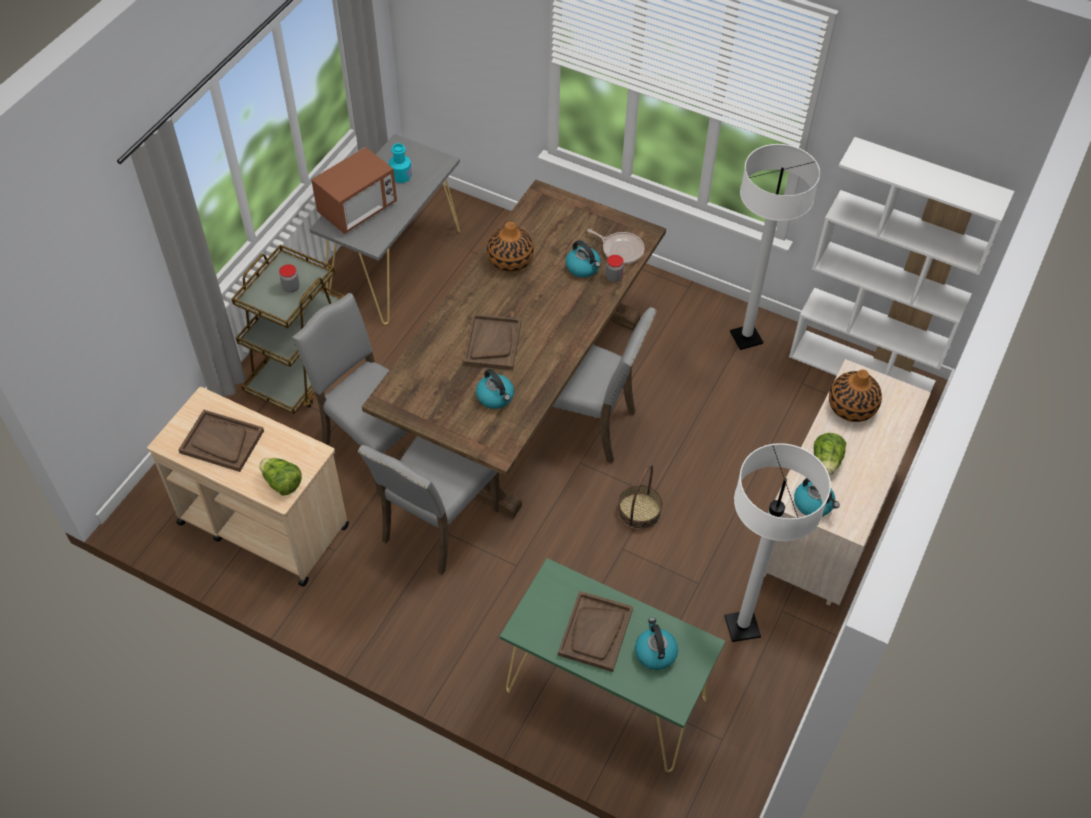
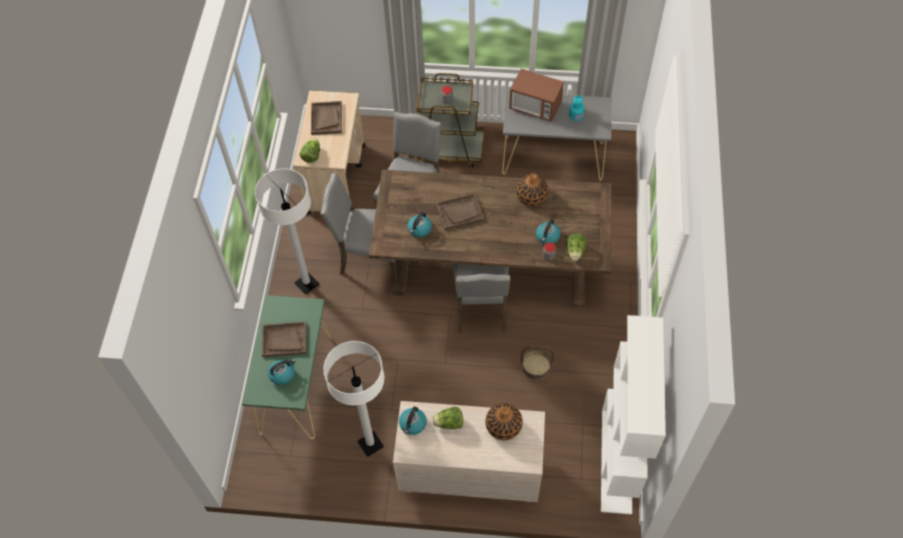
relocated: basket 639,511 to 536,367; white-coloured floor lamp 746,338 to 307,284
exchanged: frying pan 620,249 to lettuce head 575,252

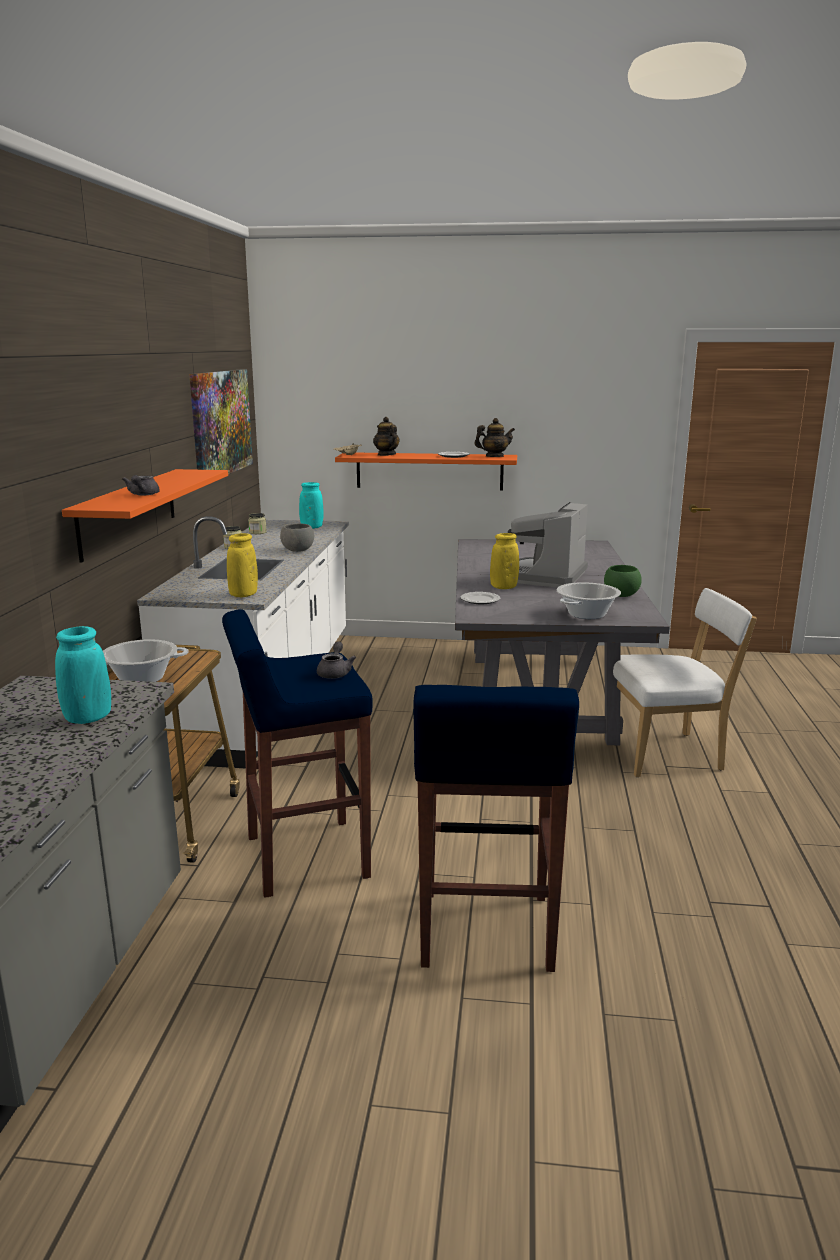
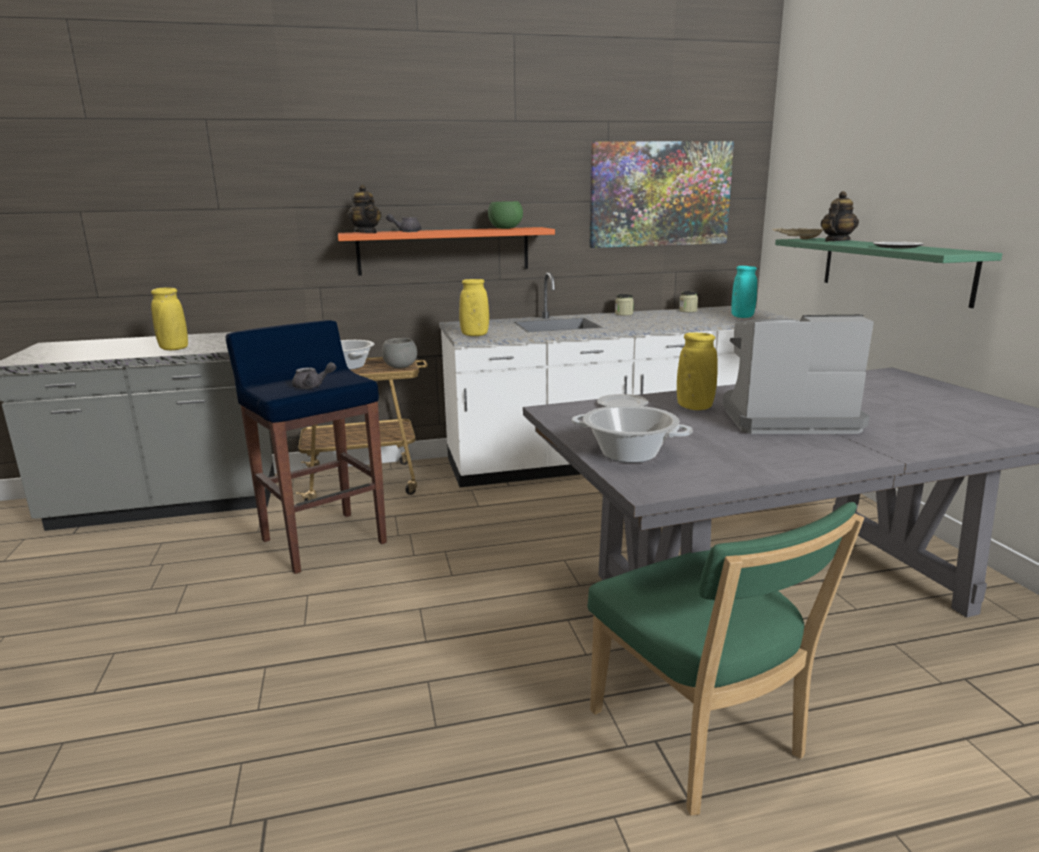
missing: bluish sitting stool 485,932
relocated: gray deep dish 298,550 to 400,367; tea pot 494,457 to 366,233; green-coloured deep dish 621,595 to 505,228
colour: turquoise vase 88,718 to yellow-coloured vase 174,349; orange-coloured shelf 429,471 to green-coloured shelf 893,269; white-coloured upright chair 668,754 to green-coloured upright chair 701,740

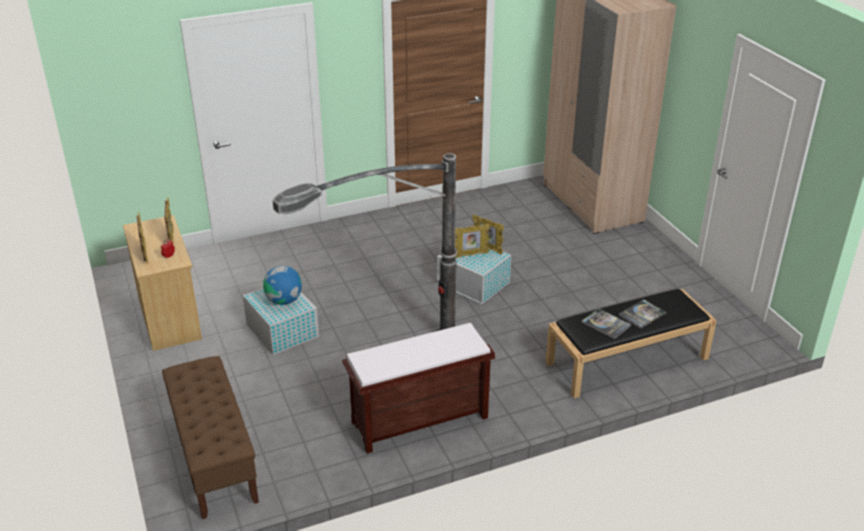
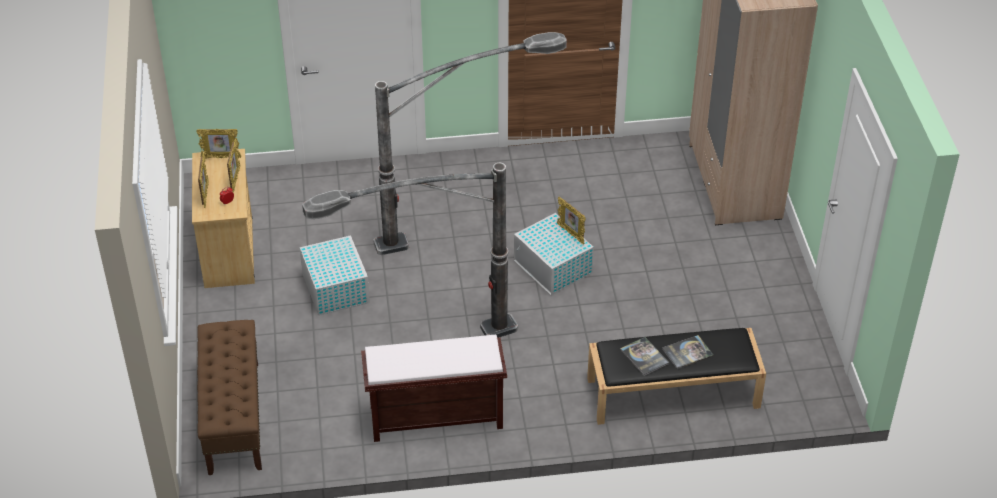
missing: globe 284,300
appeared: floor lamp 468,229
relocated: picture frame 471,255 to 221,157

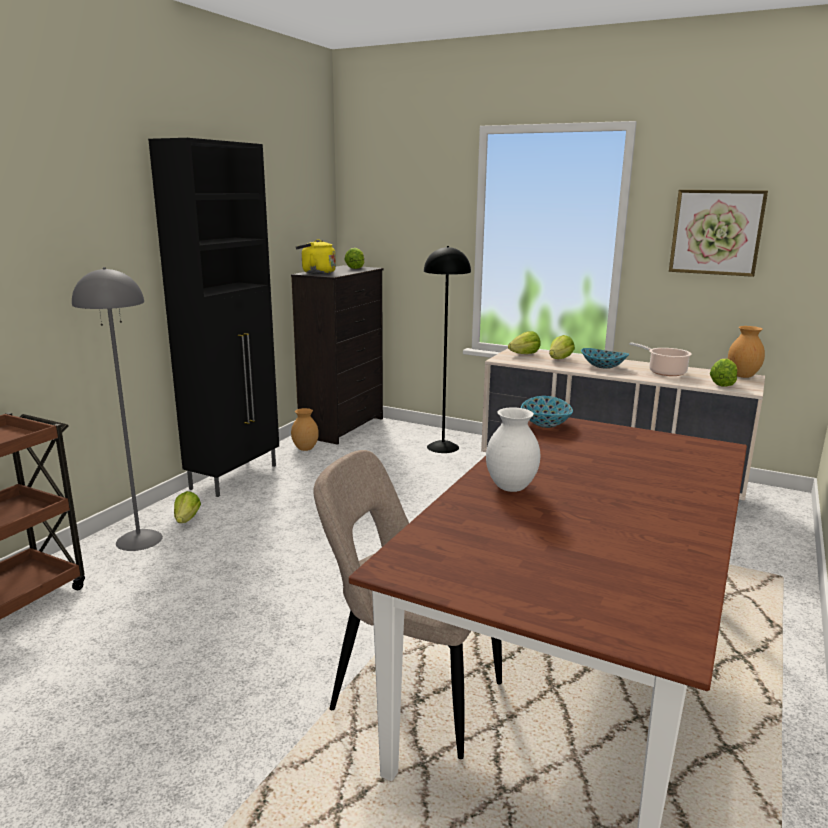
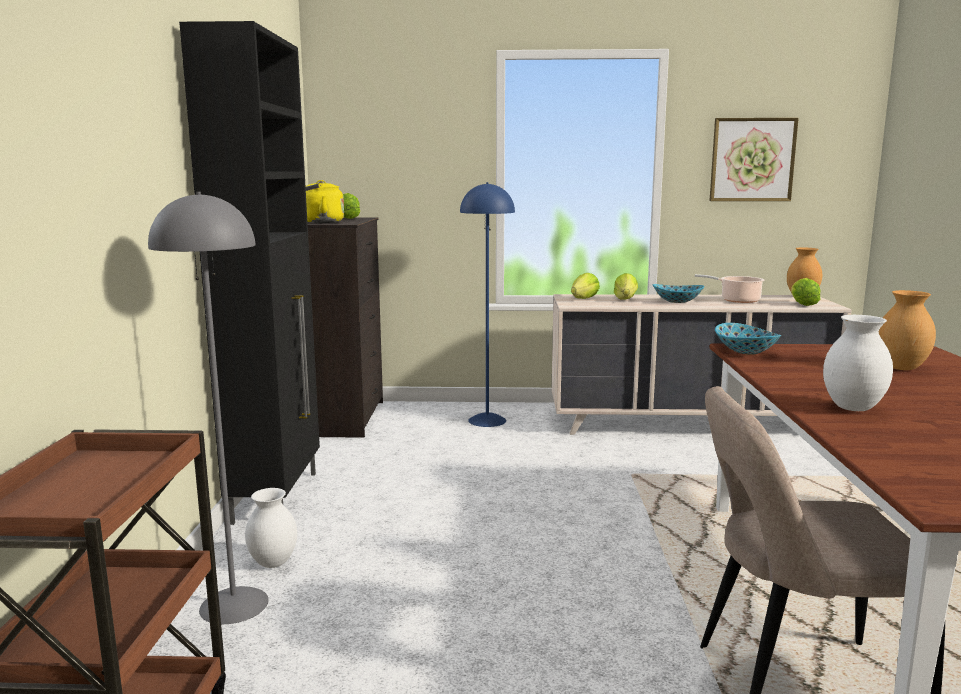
relocated: brownish vase 305,449 to 902,368
exchanged: lettuce head 187,520 to white-coloured vase 274,562
colour: black floor lamp 442,447 to bluish floor lamp 486,420

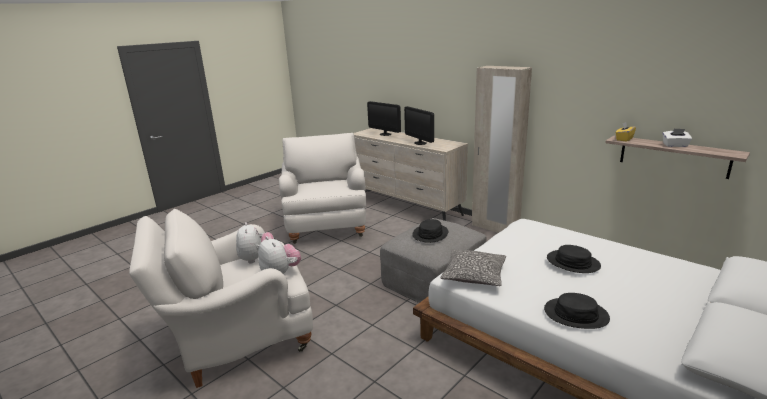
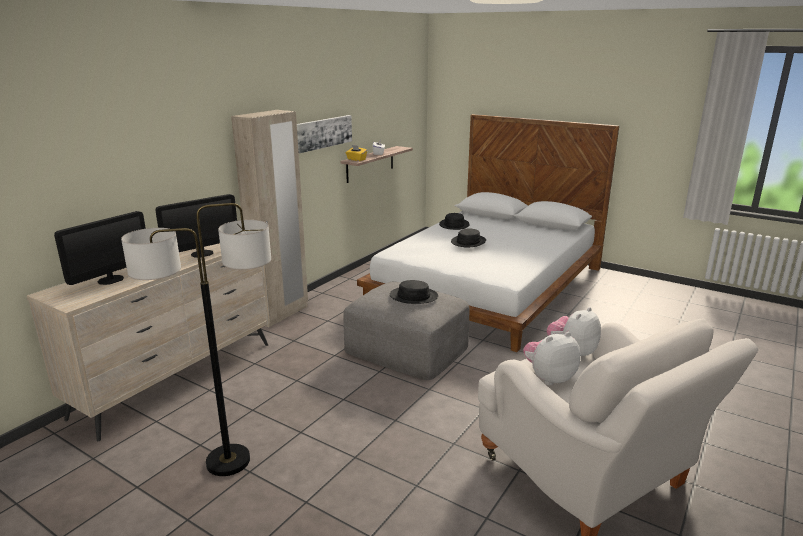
missing: cushion 474,275
appeared: wall picture 323,133
relocated: black hat 576,314 to 454,225
exchanged: white-coloured easy chair 326,225 to floor lamp 228,461

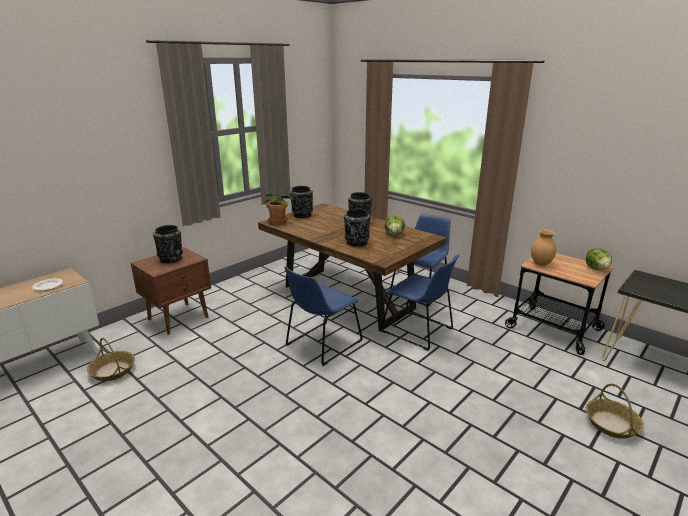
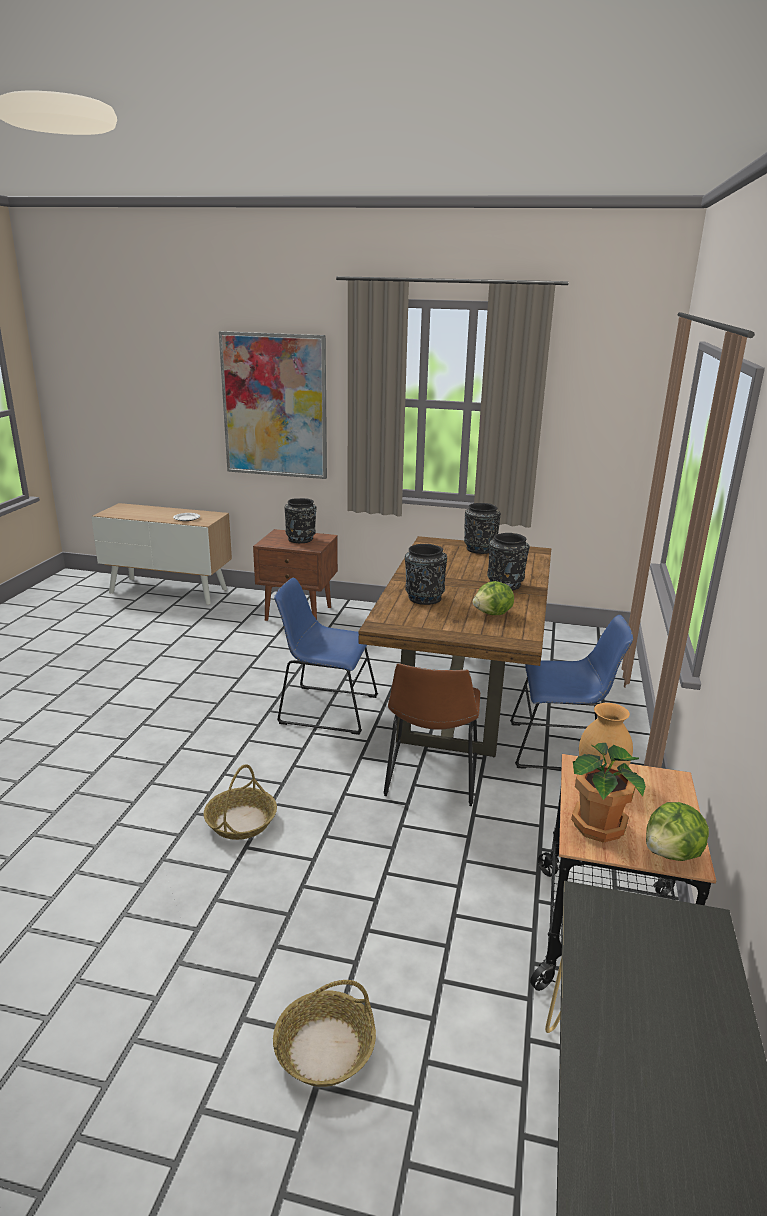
appeared: wall picture 274,406
relocated: basket 113,371 to 241,822; plant in a pot 278,222 to 600,826
colour: bluish upright chair 419,331 to brownish upright chair 431,776

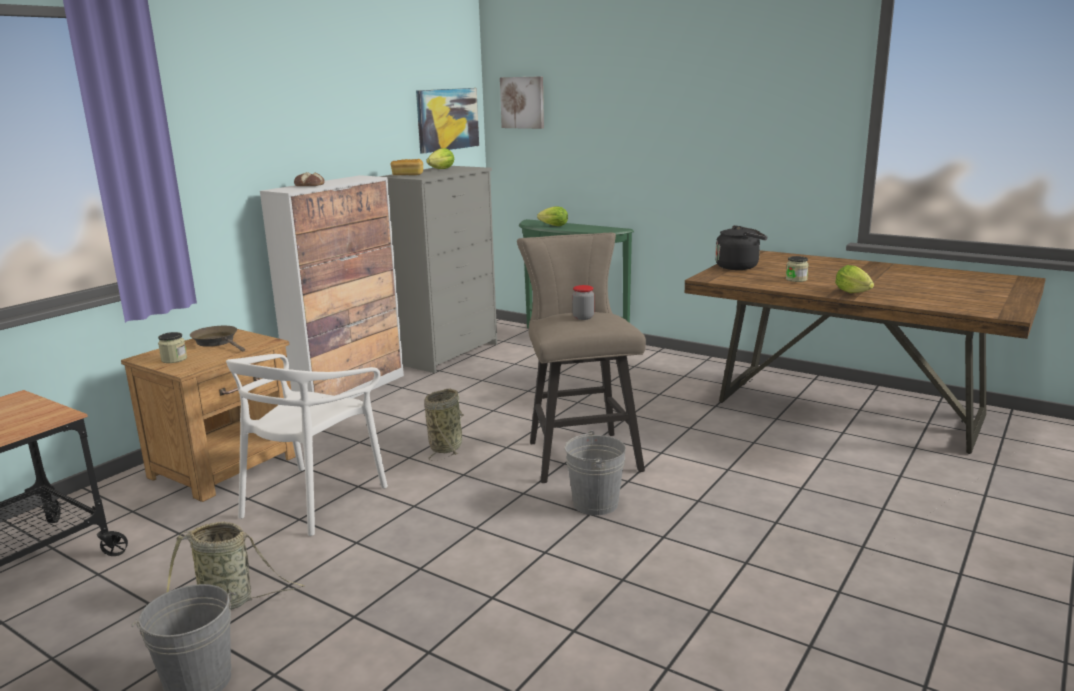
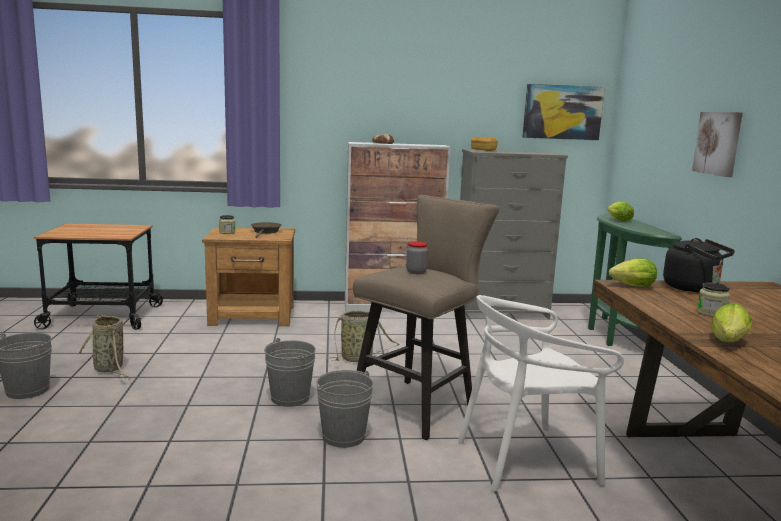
appeared: gray water bucket 290,398
relocated: white-coloured upright chair 312,500 to 527,459; lettuce head 440,169 to 630,286; wall picture 523,102 to 718,143

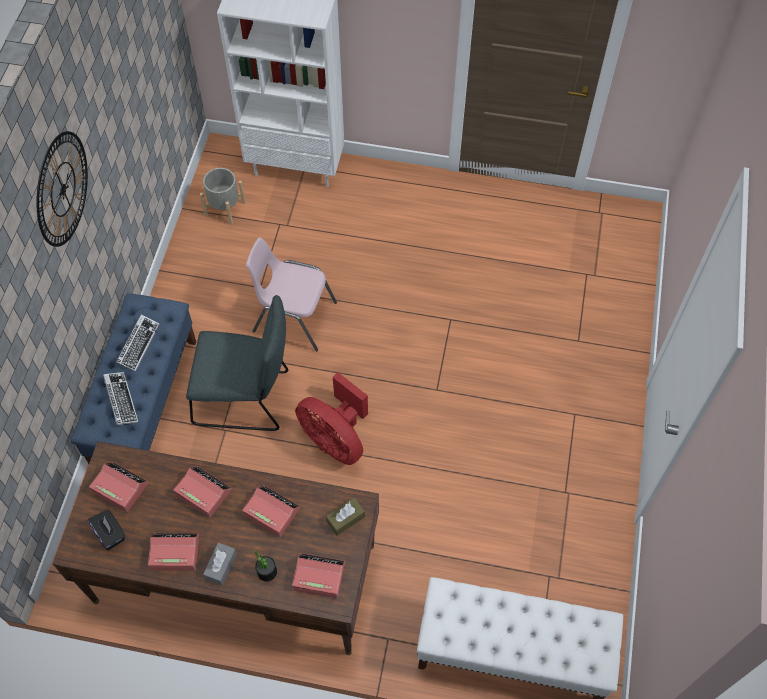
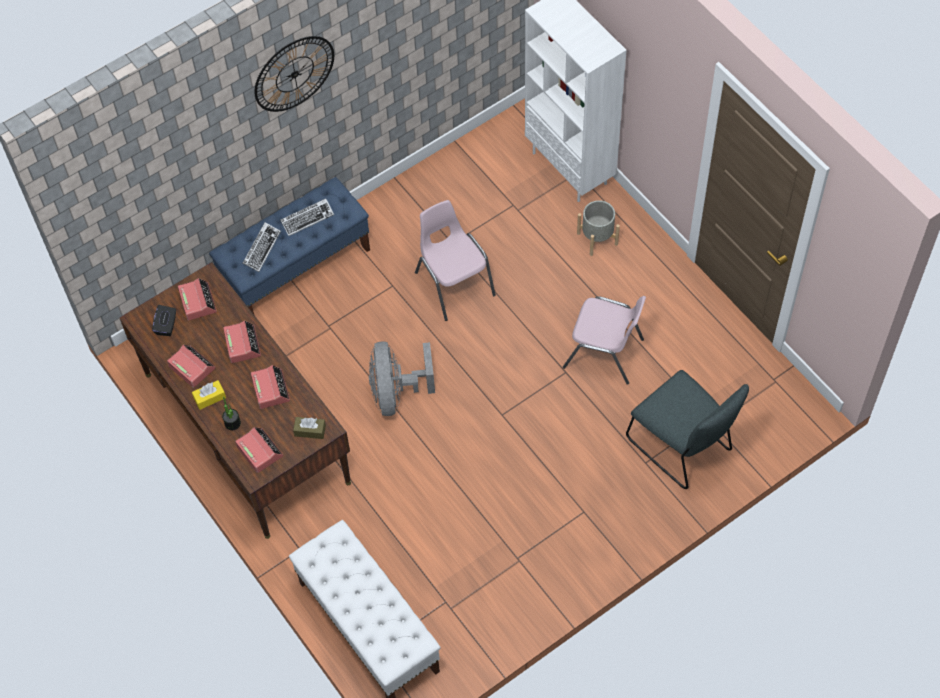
appeared: pinkish upright chair 604,353
relocated: gray upright chair 246,398 to 682,447; gray plant pot 225,208 to 597,238
colour: gray tissue box 221,566 to yellow-coloured tissue box 210,398; red-coloured electric fan 335,439 to gray electric fan 396,393

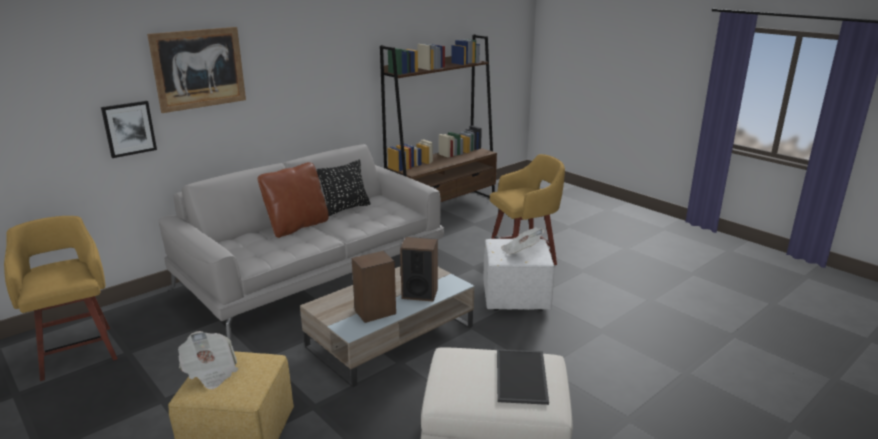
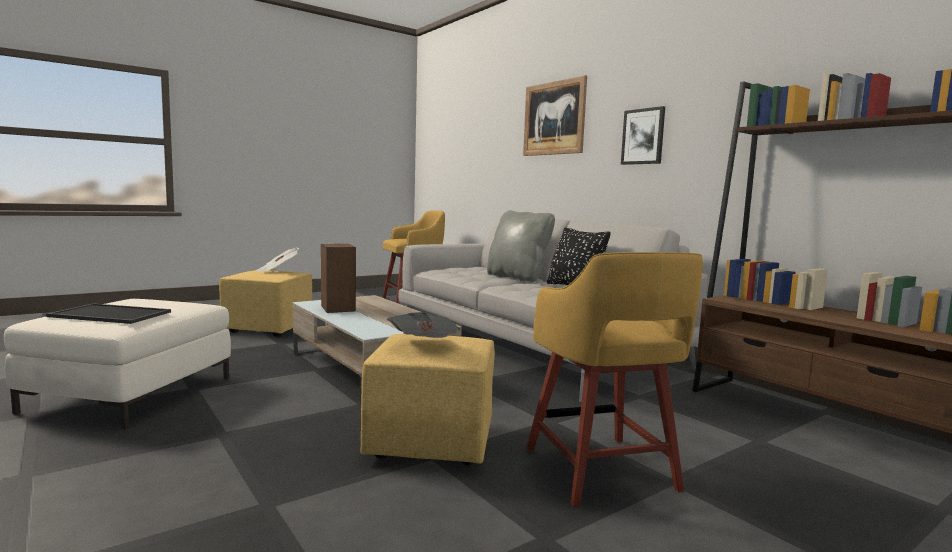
missing: loudspeaker 419,293
relocated: wall picture 129,128 to 643,136
colour: brownish cushion 297,226 to gray cushion 517,278; white-coloured footrest 516,297 to yellow-coloured footrest 433,442

